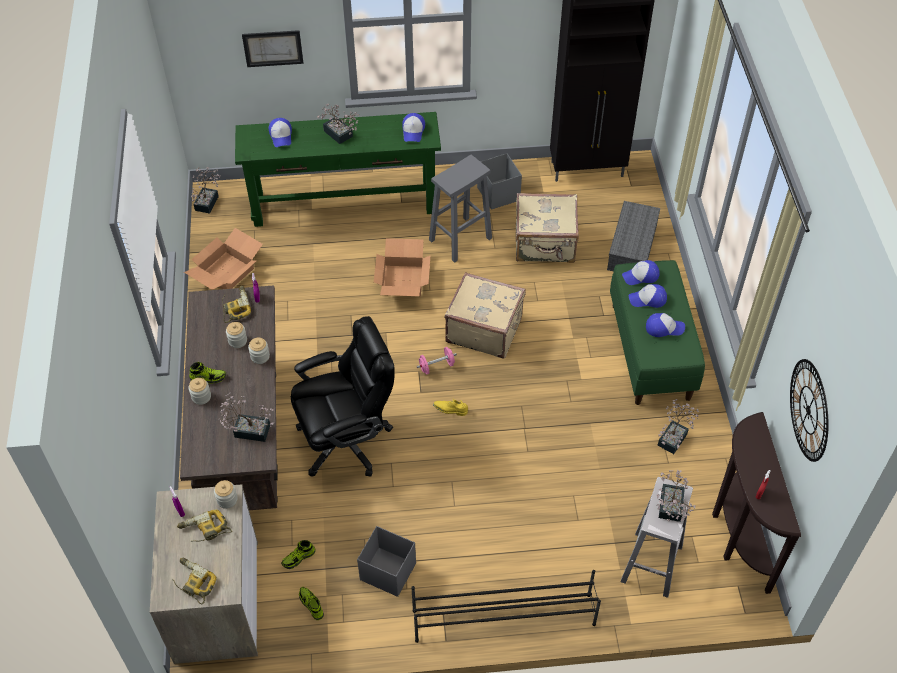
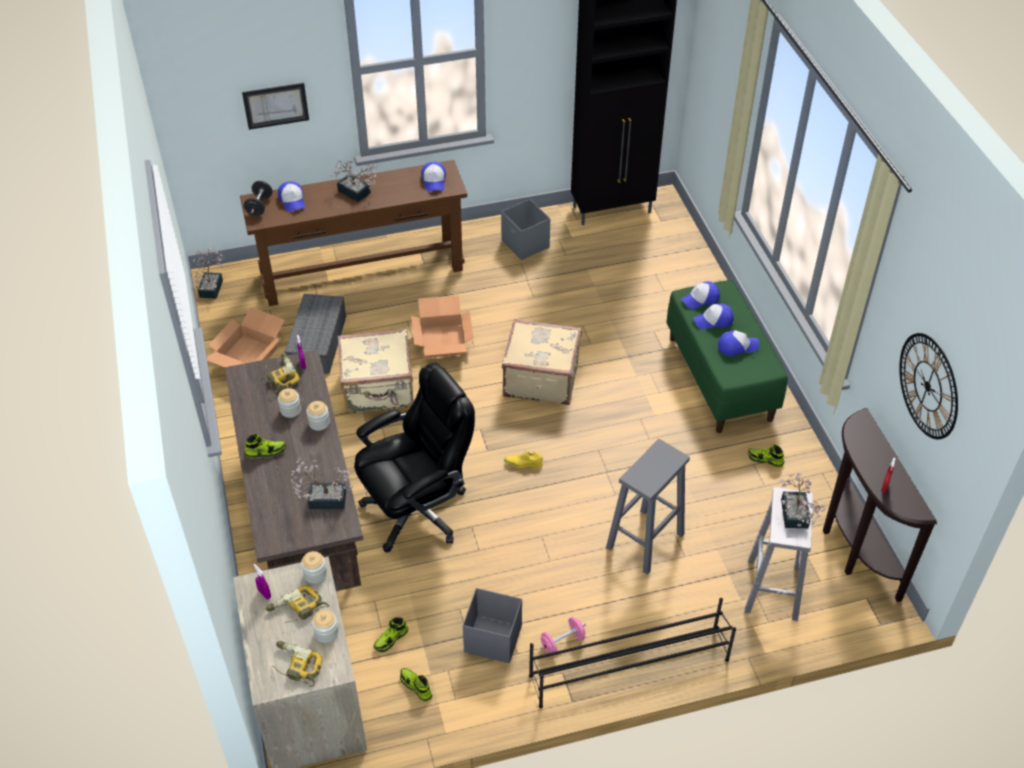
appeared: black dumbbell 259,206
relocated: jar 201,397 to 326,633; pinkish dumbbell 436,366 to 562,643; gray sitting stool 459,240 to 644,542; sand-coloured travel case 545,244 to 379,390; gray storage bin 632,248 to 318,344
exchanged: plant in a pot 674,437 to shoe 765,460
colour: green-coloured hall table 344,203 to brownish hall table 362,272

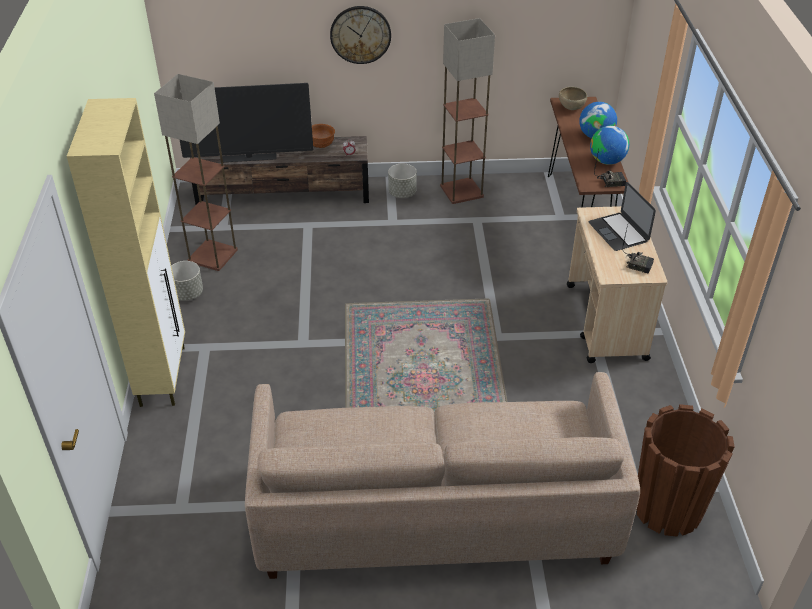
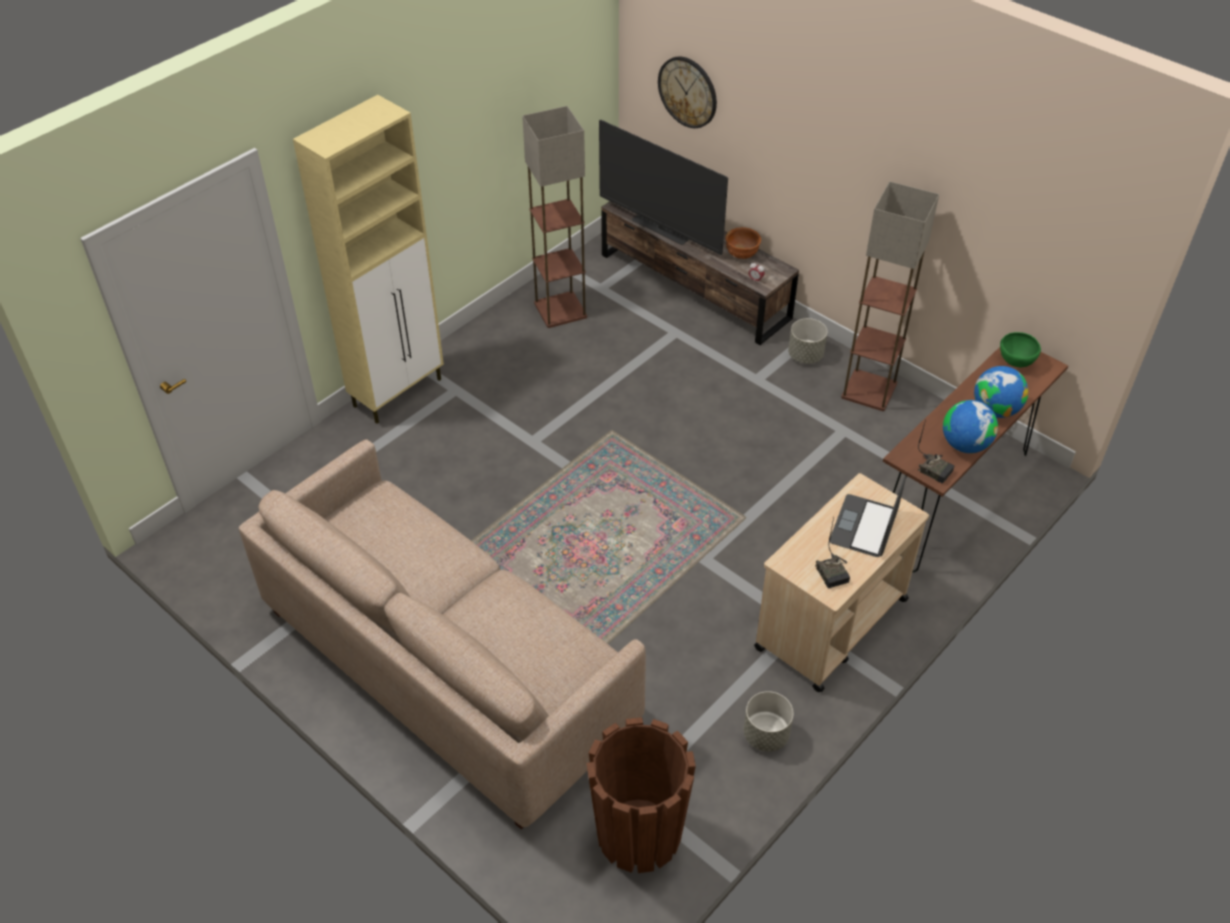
relocated: gray plant pot 188,294 to 765,735; hanging clock 360,34 to 688,92
colour: brownish deep dish 571,108 to green-coloured deep dish 1015,362

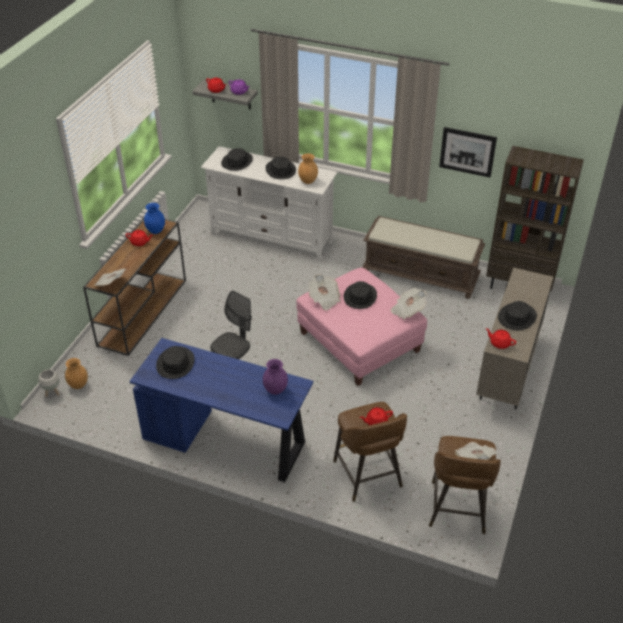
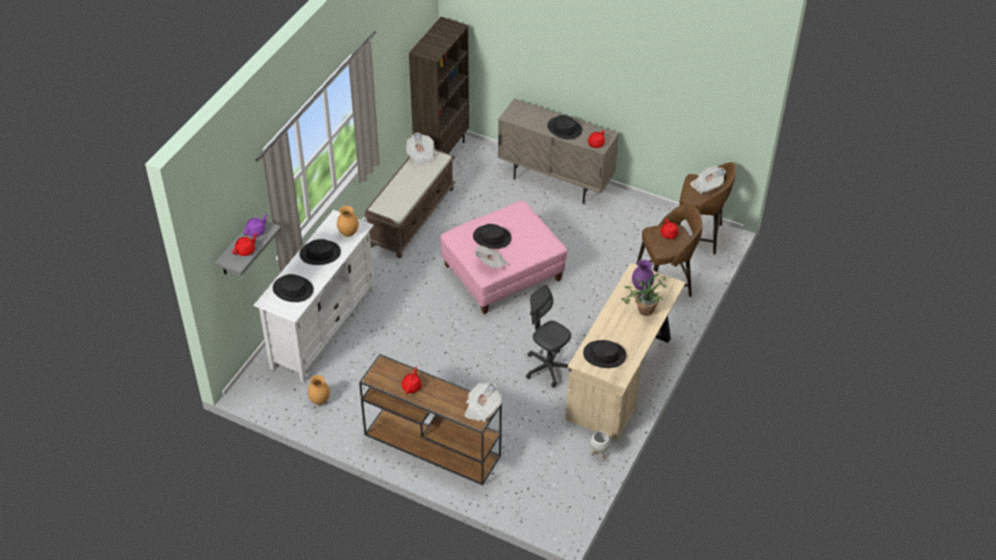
missing: bluish vase 155,231; wall picture 467,152
appeared: plant in a pot 643,312
relocated: white-coloured plant pot 52,393 to 598,454; brownish vase 78,385 to 319,401; newspaper 407,310 to 421,156
colour: bluish desk unit 227,441 to sand-coloured desk unit 622,376

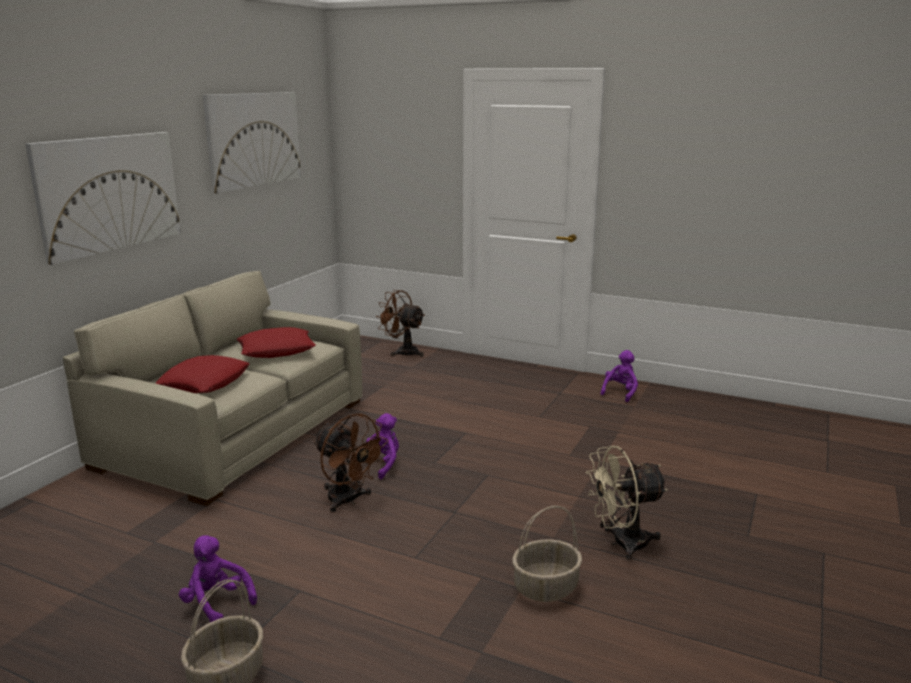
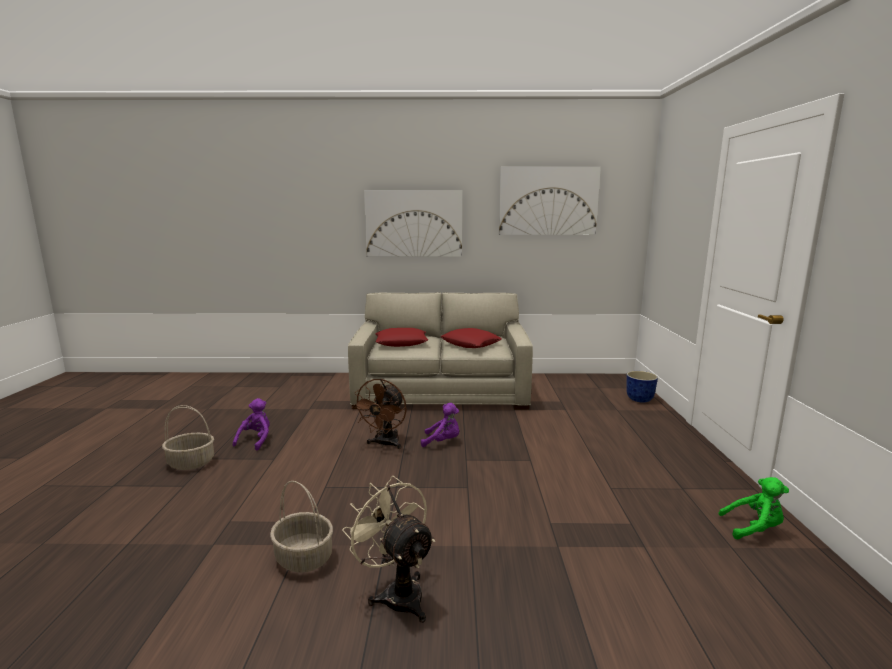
exchanged: brownish electric fan 403,352 to plant pot 639,399
colour: purple cuddly toy 620,392 to green-coloured cuddly toy 753,529

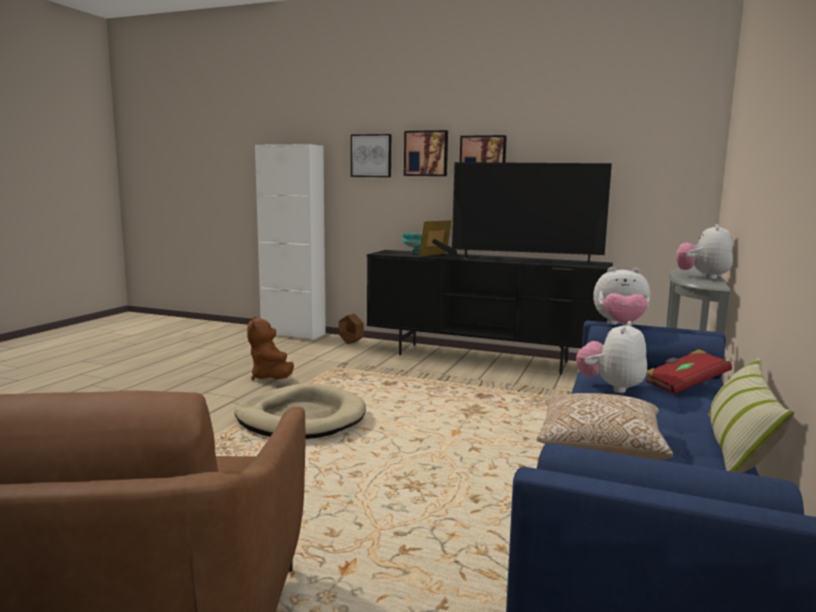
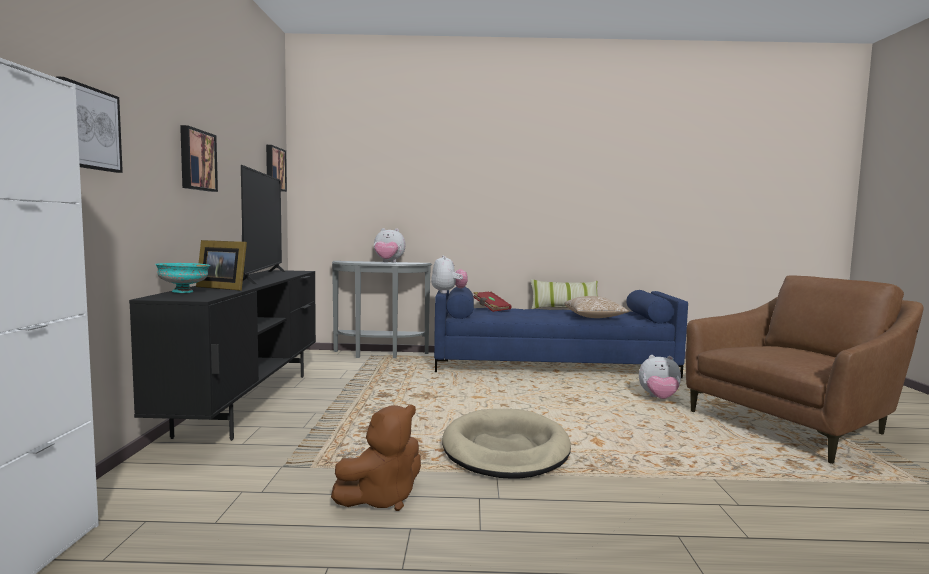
missing: brownish plant pot 351,343
relocated: wall picture 426,153 to 274,169; cuddly toy 611,387 to 659,398

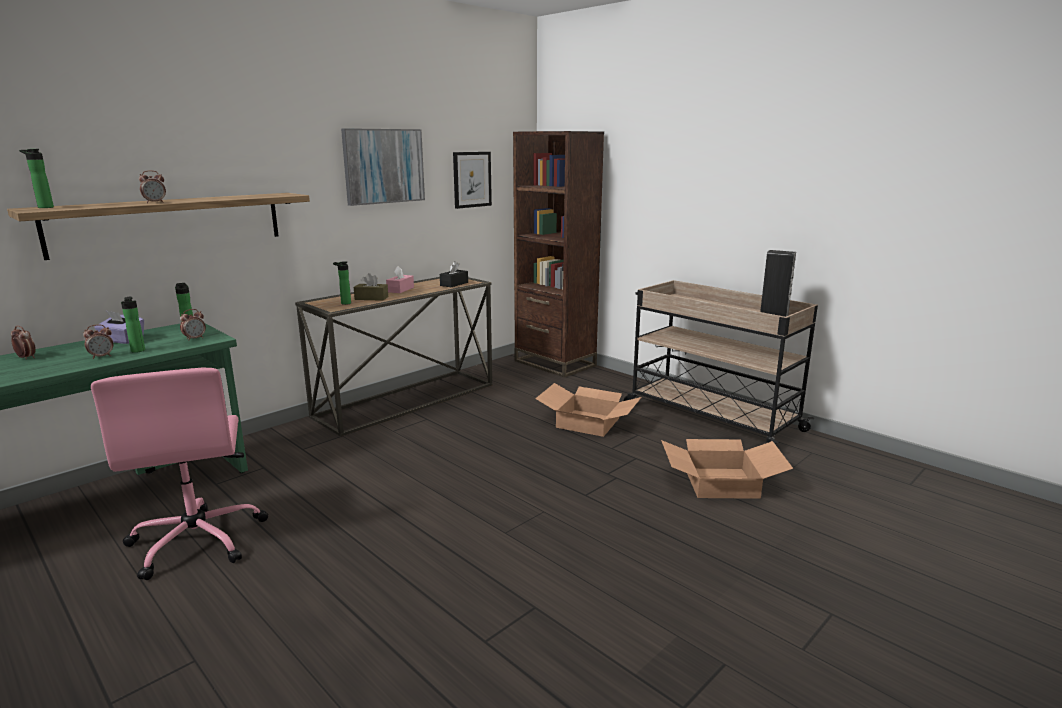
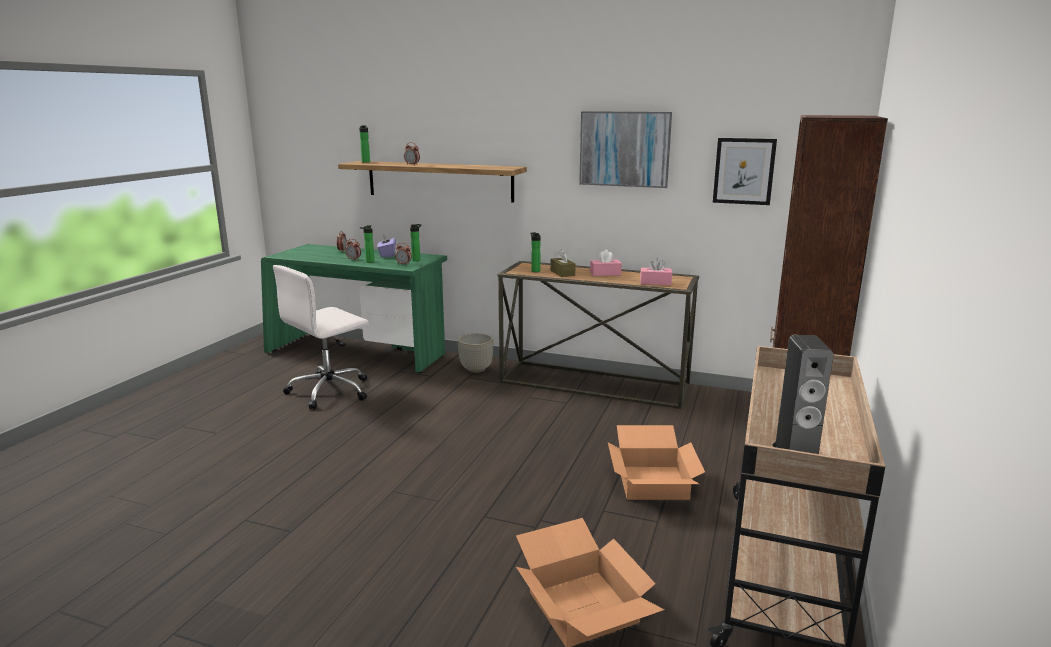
appeared: gray plant pot 476,369
colour: pinkish office chair 198,540 to white-coloured office chair 331,391; black tissue box 454,284 to pinkish tissue box 655,282

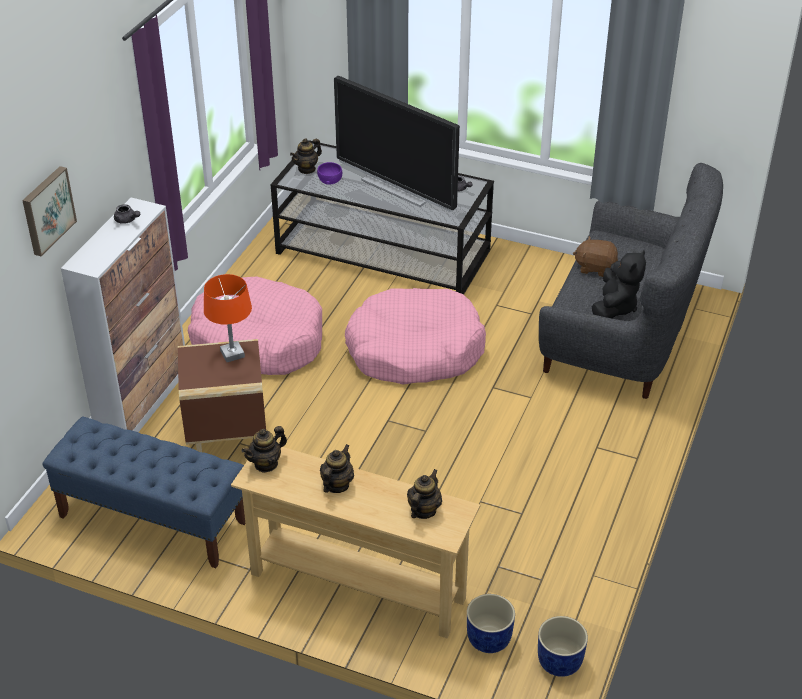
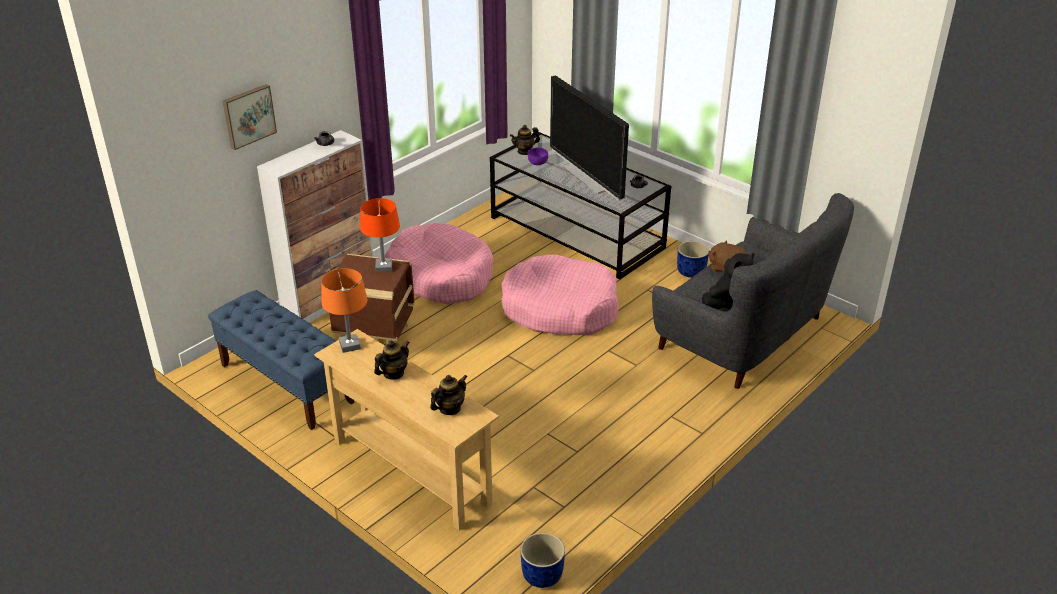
relocated: bluish plant pot 489,639 to 690,272
exchanged: tea pot 266,464 to orange-coloured tabletop lamp 350,346

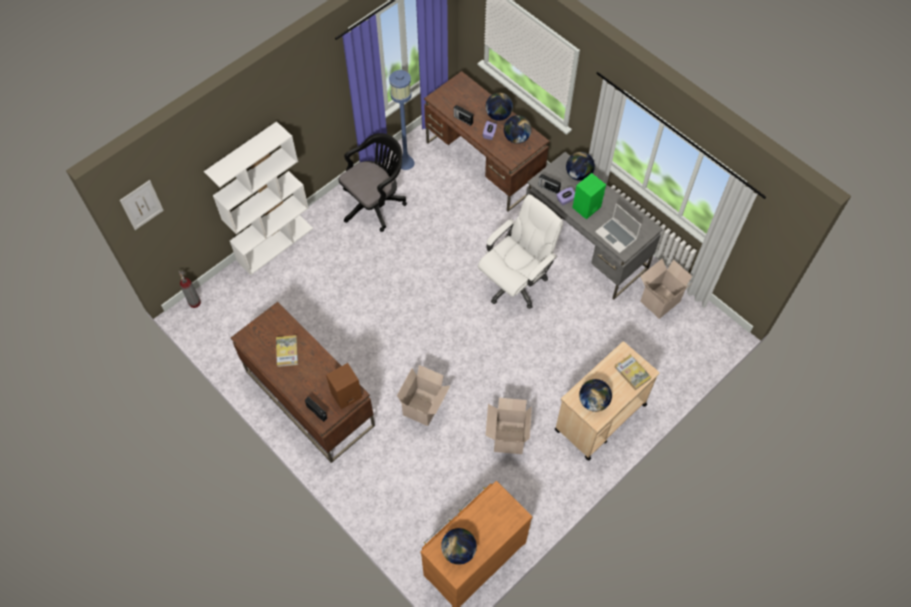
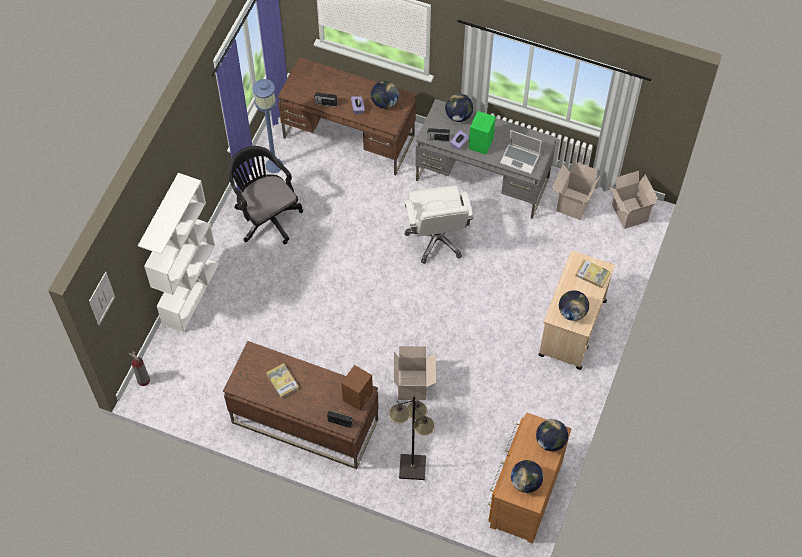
appeared: black floor lamp 412,467
relocated: carton 507,436 to 628,213; globe 498,115 to 550,441
spun: black office chair 375,203 = 266,216 60 degrees counterclockwise; white-coloured office chair 515,282 = 437,238 150 degrees clockwise

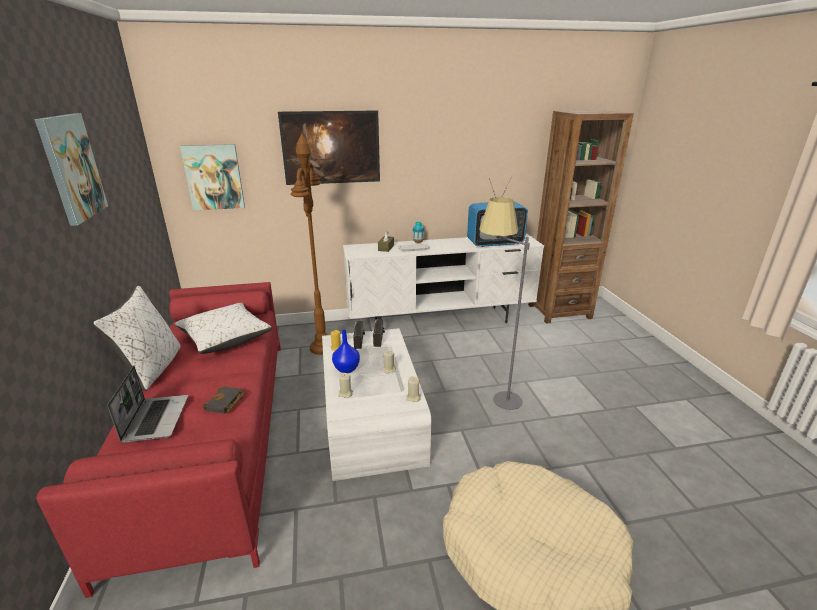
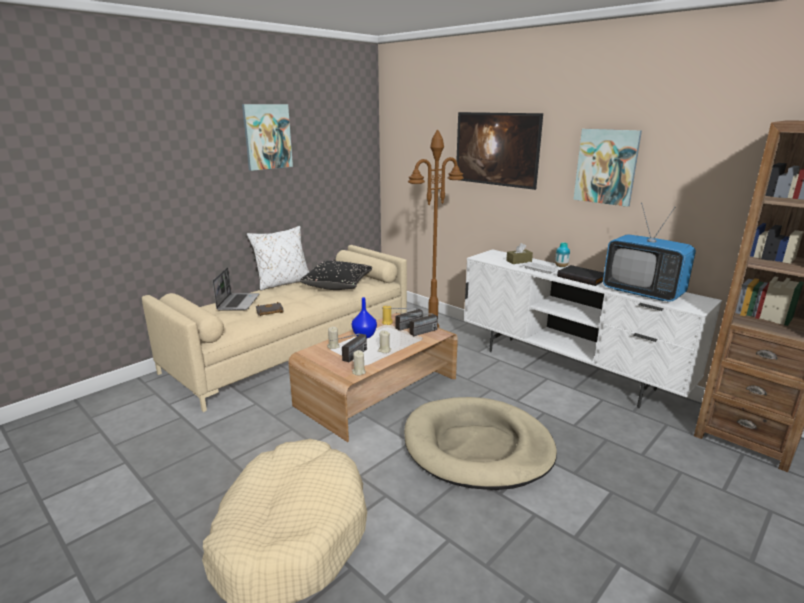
appeared: radio 350,358; black bound book 582,278
relocated: wall picture 214,177 to 606,166
exchanged: gray floor lamp 494,401 to sand-coloured dog bed 477,447
colour: red-coloured couch 214,434 to sand-coloured couch 294,347; white-coloured cushion 225,338 to black cushion 338,285; white-coloured low table 371,415 to brownish low table 378,391
spun: laptop 156,418 = 238,302 45 degrees counterclockwise

